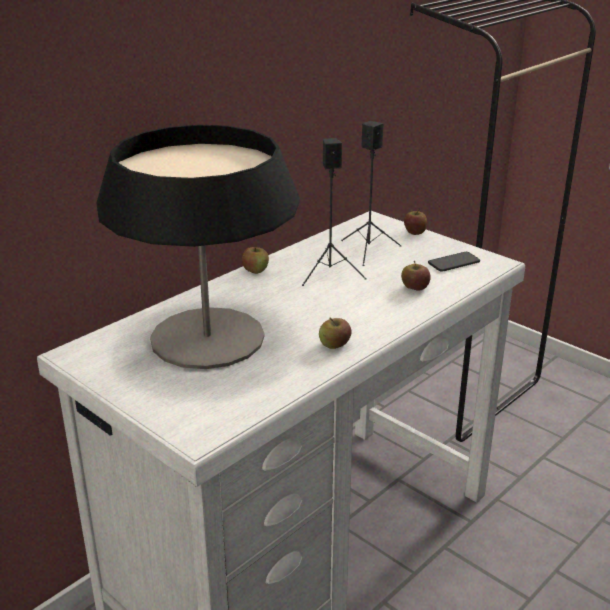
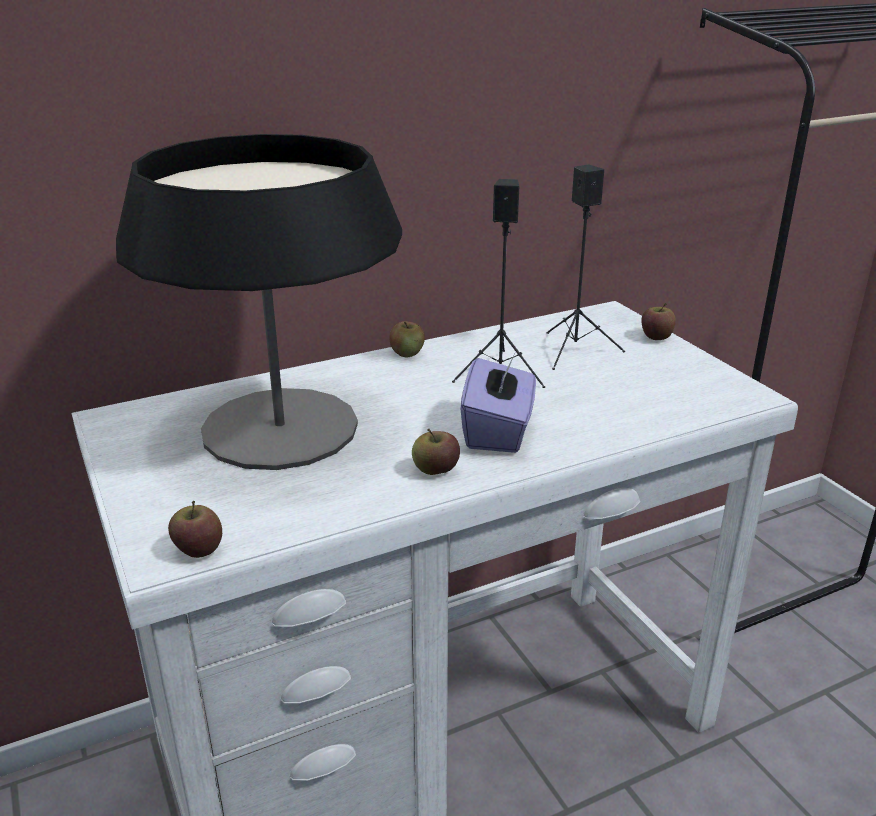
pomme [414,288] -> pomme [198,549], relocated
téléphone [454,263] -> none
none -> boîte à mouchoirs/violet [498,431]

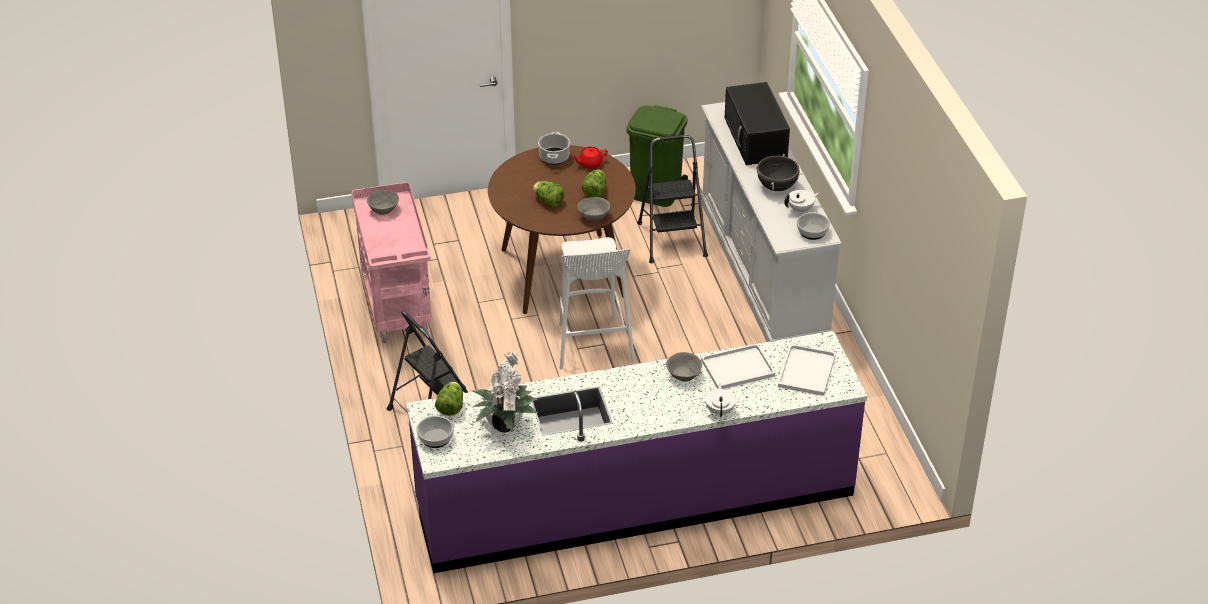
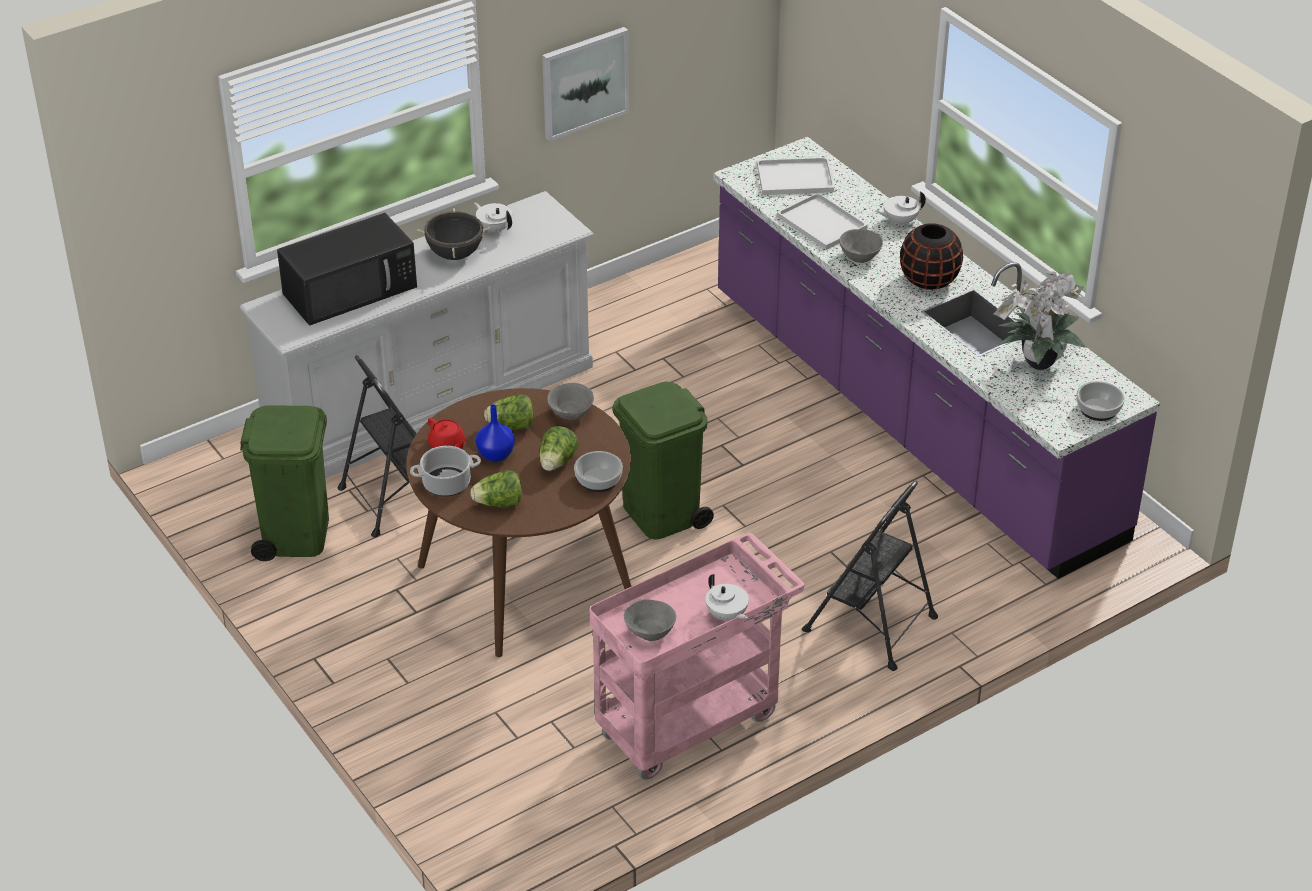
laitue [450,407] -> laitue [499,503], relocated
tabouret/blanc [592,345] -> poubelle/vert [662,514]
bol [812,231] -> bol [598,480], relocated
none -> vase/bleu [495,455]
none -> tableau [584,82]
none -> théière/blanc [726,615]
none -> vase/noir [929,280]

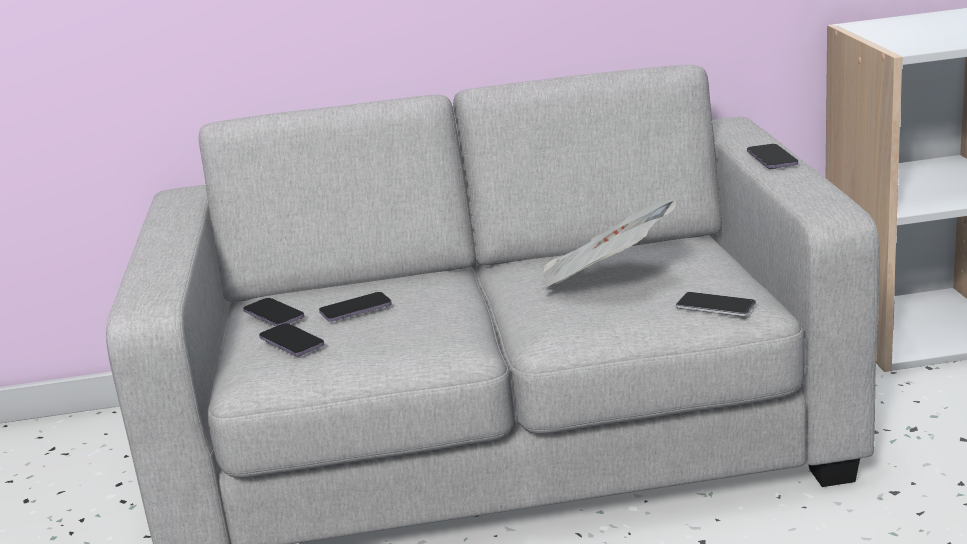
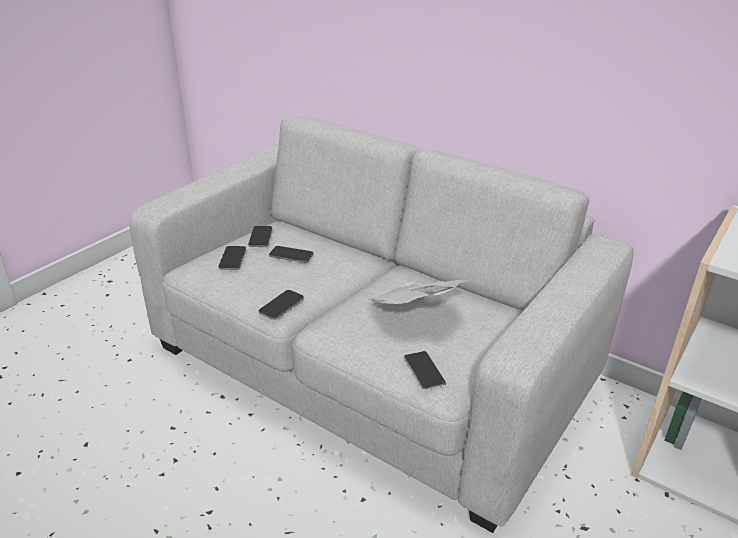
téléphone [772,159] -> téléphone [281,306], relocated

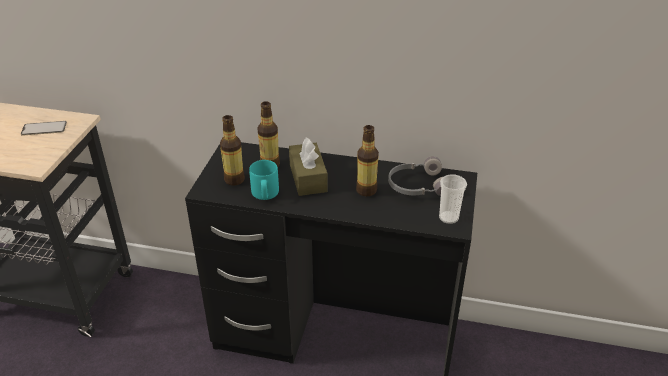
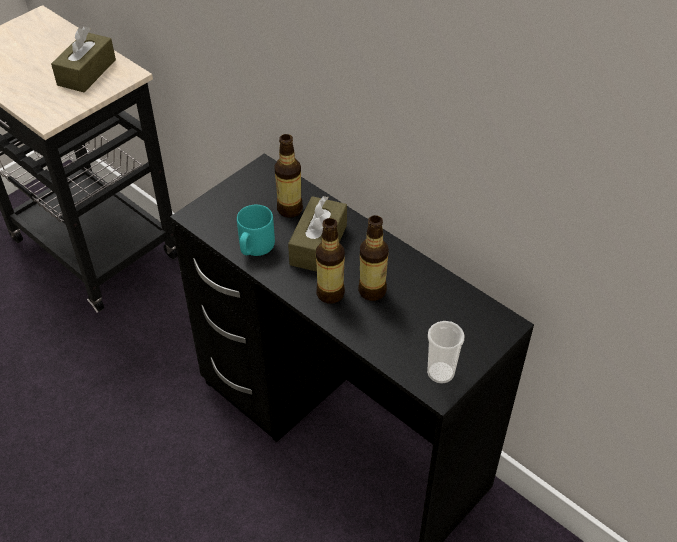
téléphone [44,128] -> boîte à mouchoirs/marron [87,72]
bouteille [234,179] -> bouteille [330,293], relocated
casque audio/gris [417,185] -> none

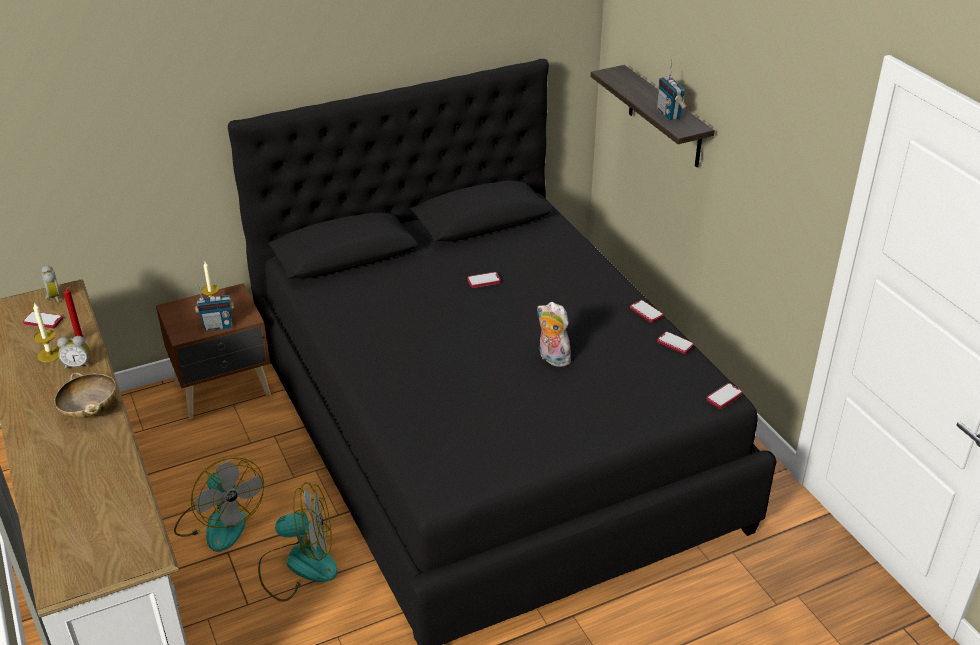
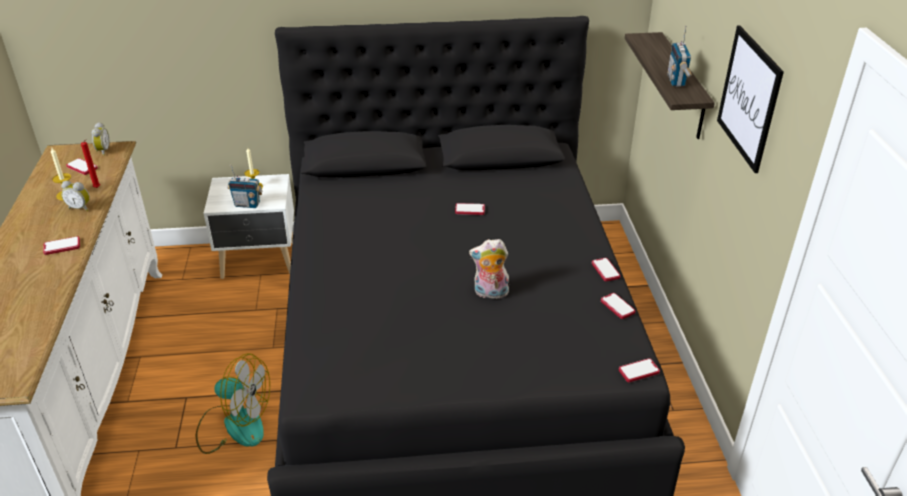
bol/beige [90,410] -> téléphone [62,246]
table de chevet/marron [224,390] -> table de chevet/blanc [260,262]
ventilateur [220,522] -> none
peluche [552,358] -> peluche [490,293], 60 degrees counterclockwise
none -> tableau [749,98]

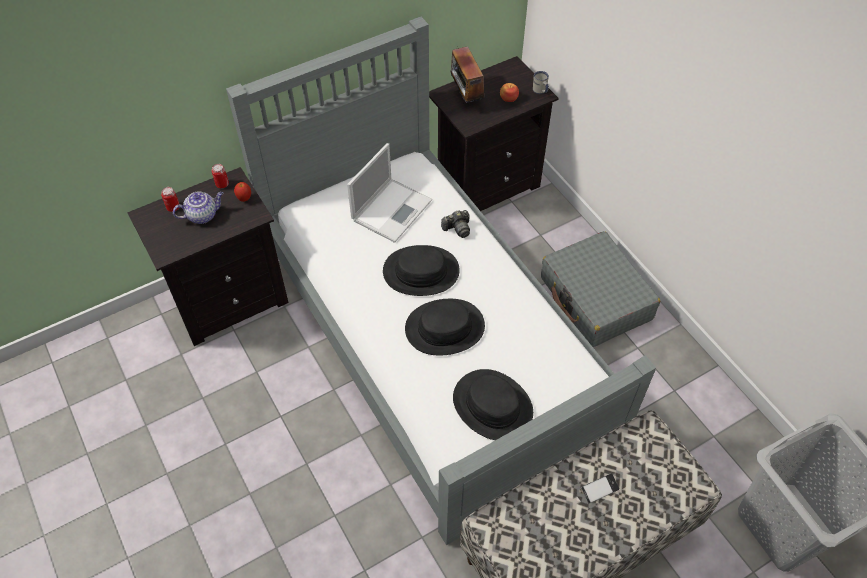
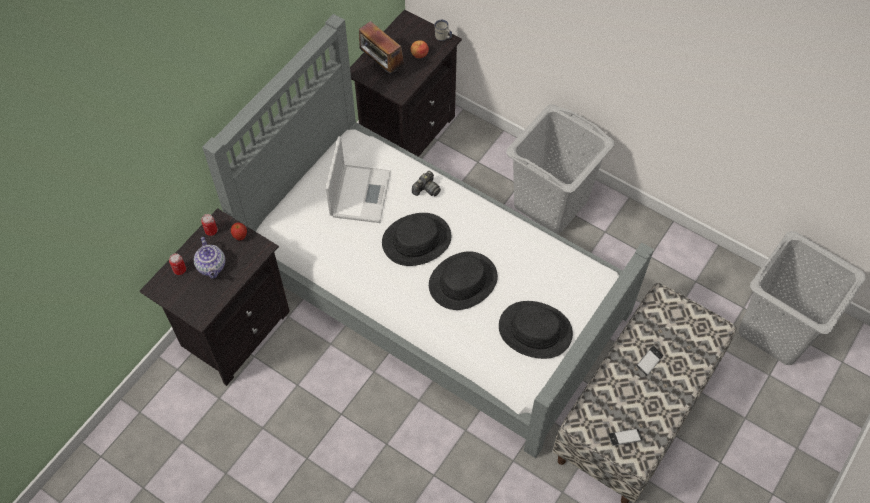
théière [203,215] -> théière [212,266], 120 degrees clockwise
valise/gris [595,299] -> panier à linge/gris [551,202]
none -> téléphone [625,438]

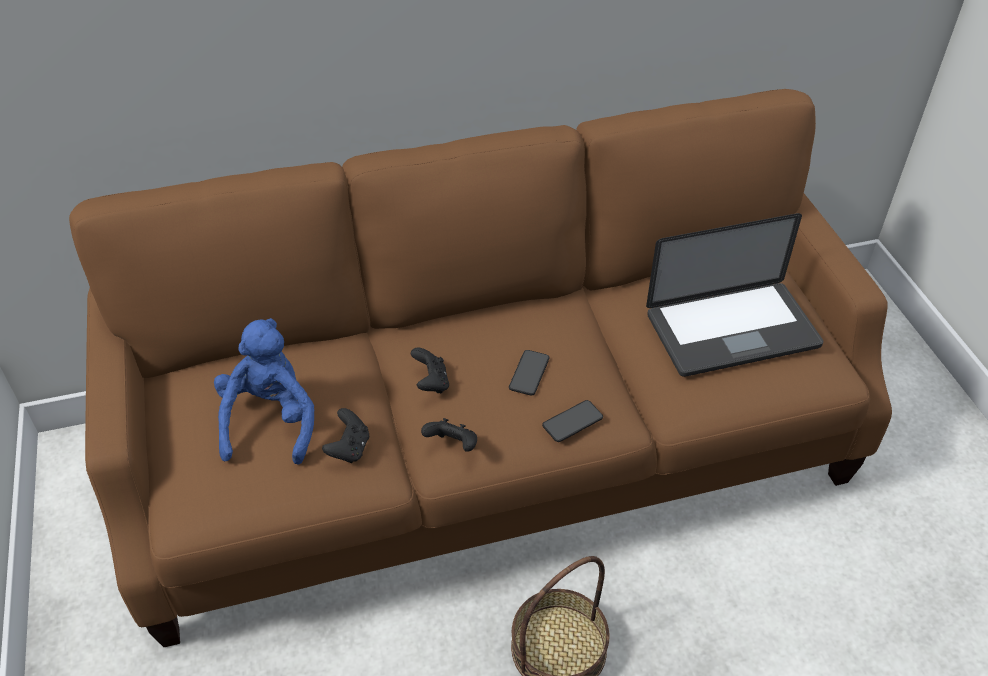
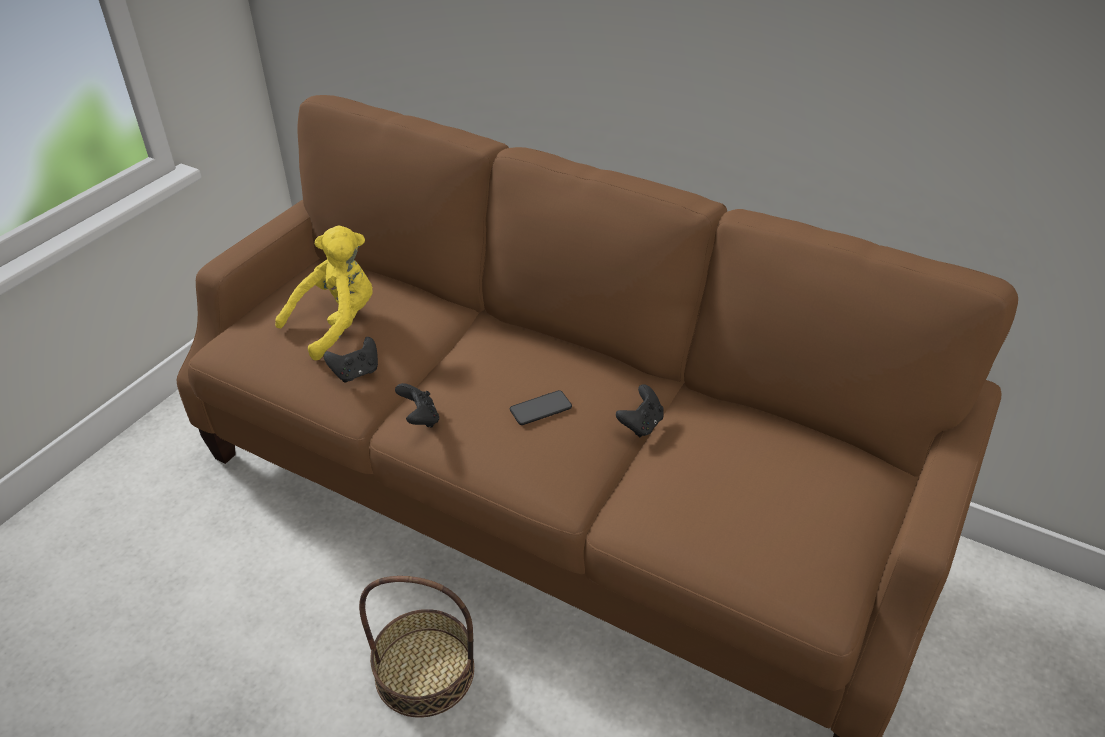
peluche/bleu [270,421] -> peluche/jaune [337,324]
manette/noir [431,383] -> manette/noir [641,424], relocated
téléphone [572,422] -> none
ordinateur portable [732,330] -> none

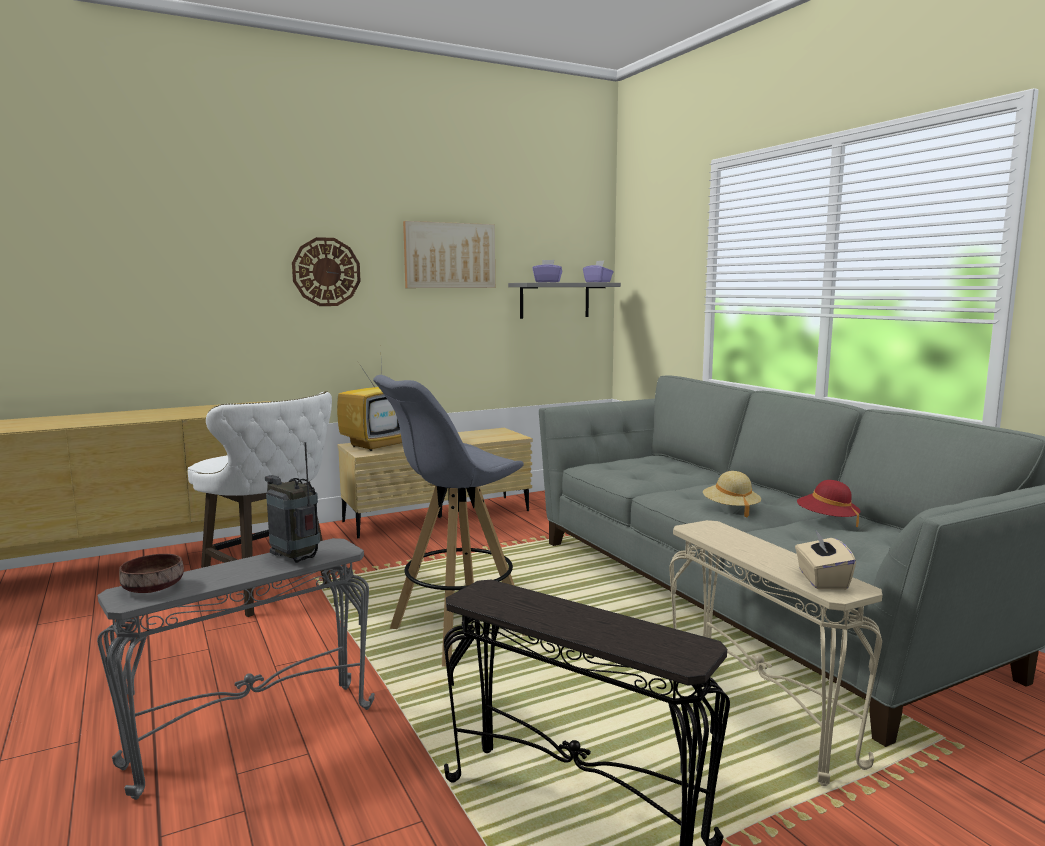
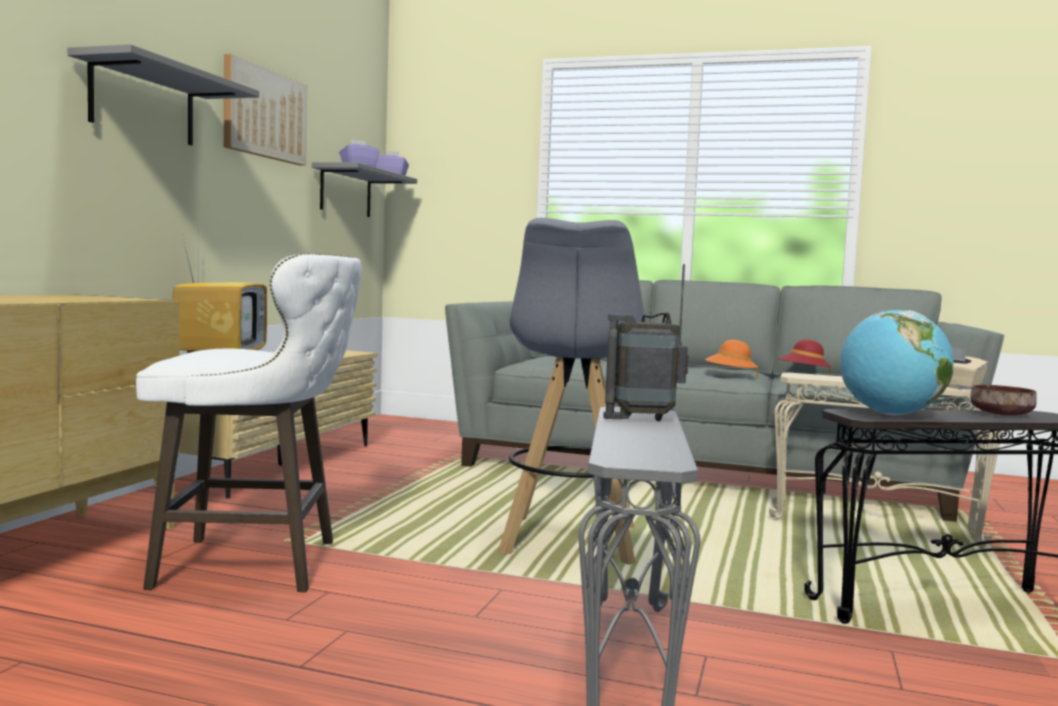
bol/marron [151,588] -> bol/marron [1001,415], relocated
horloge murale [326,272] -> étagère/gris [143,103]
chapeau/beige [730,509] -> chapeau/orange [730,376]
none -> globe [891,414]

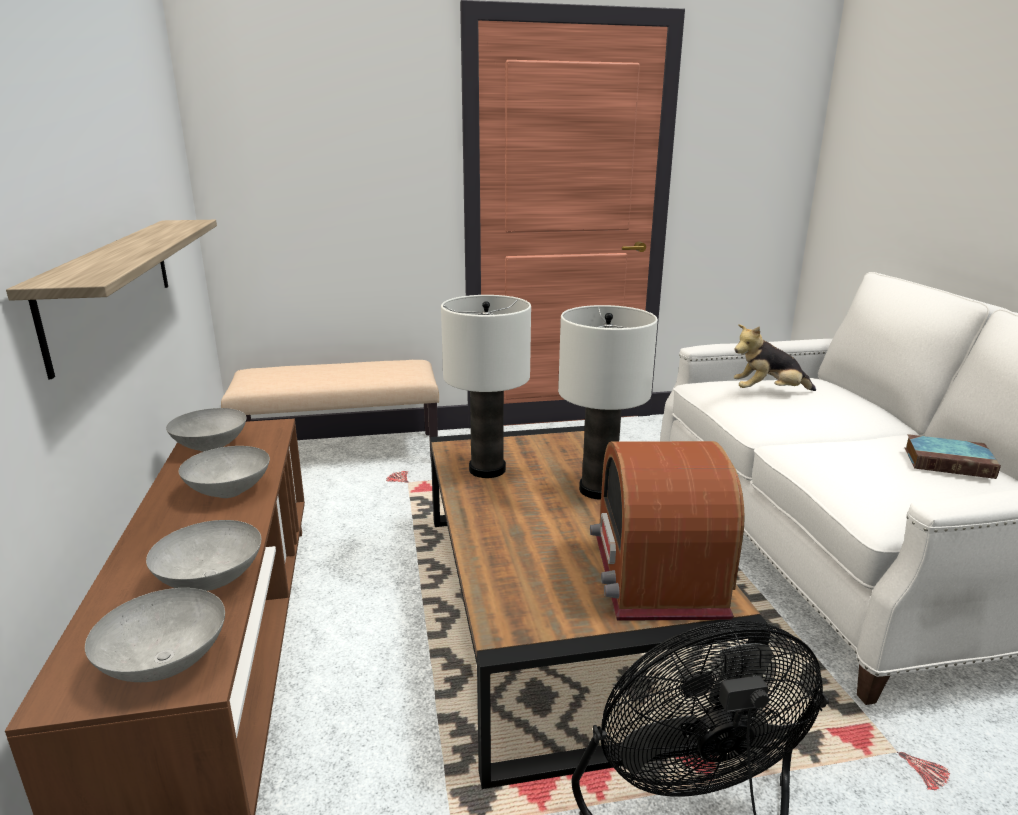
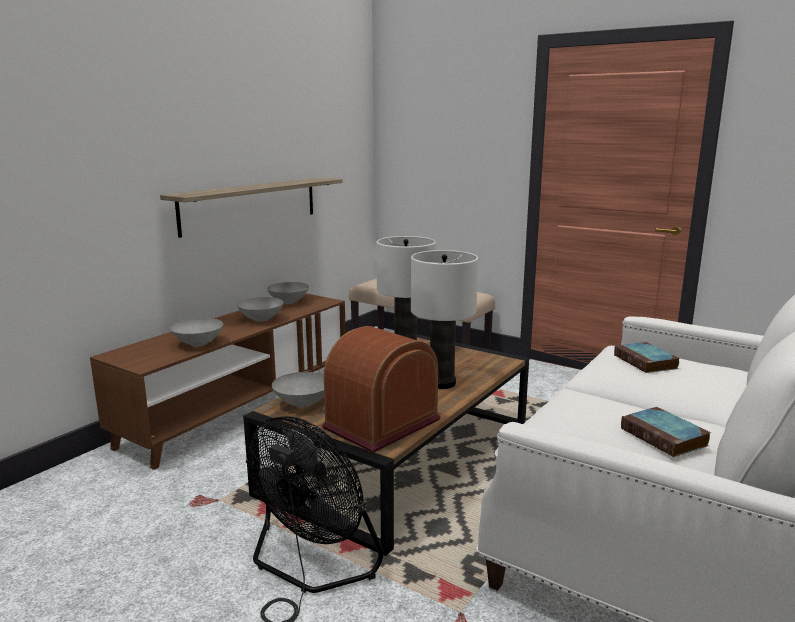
bol/gris [168,664] -> bol/gris [303,403], relocated
peluche [768,392] -> livre [646,362]

